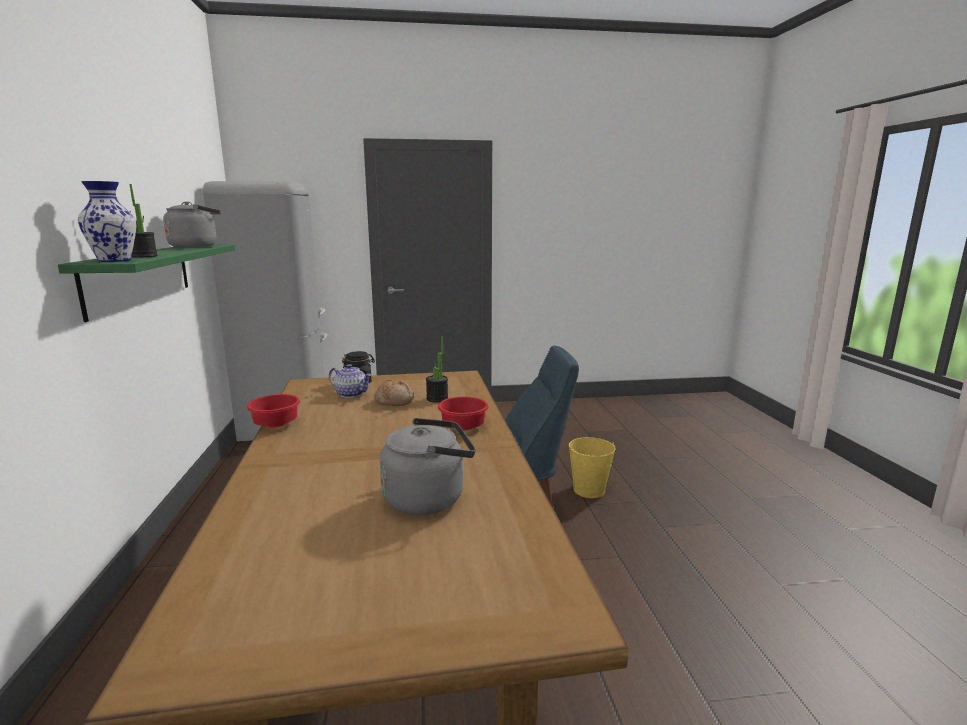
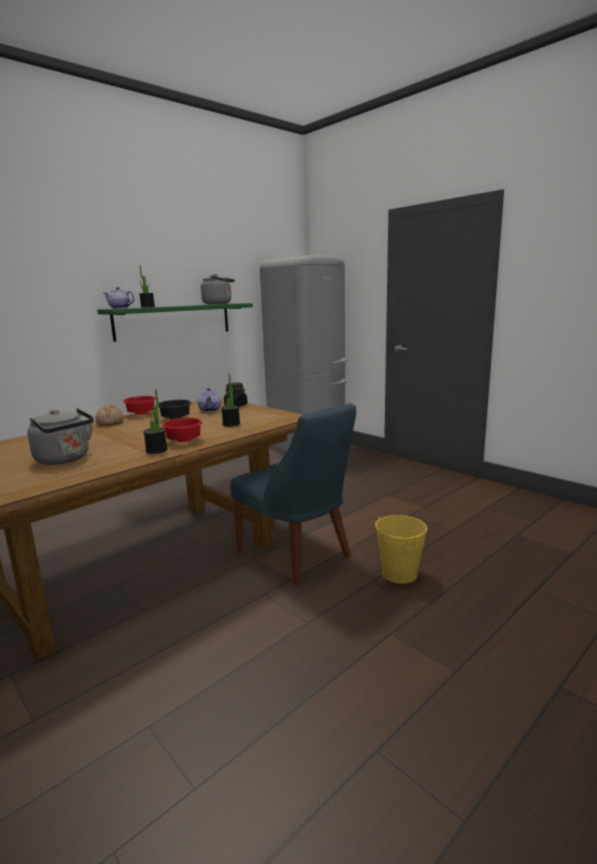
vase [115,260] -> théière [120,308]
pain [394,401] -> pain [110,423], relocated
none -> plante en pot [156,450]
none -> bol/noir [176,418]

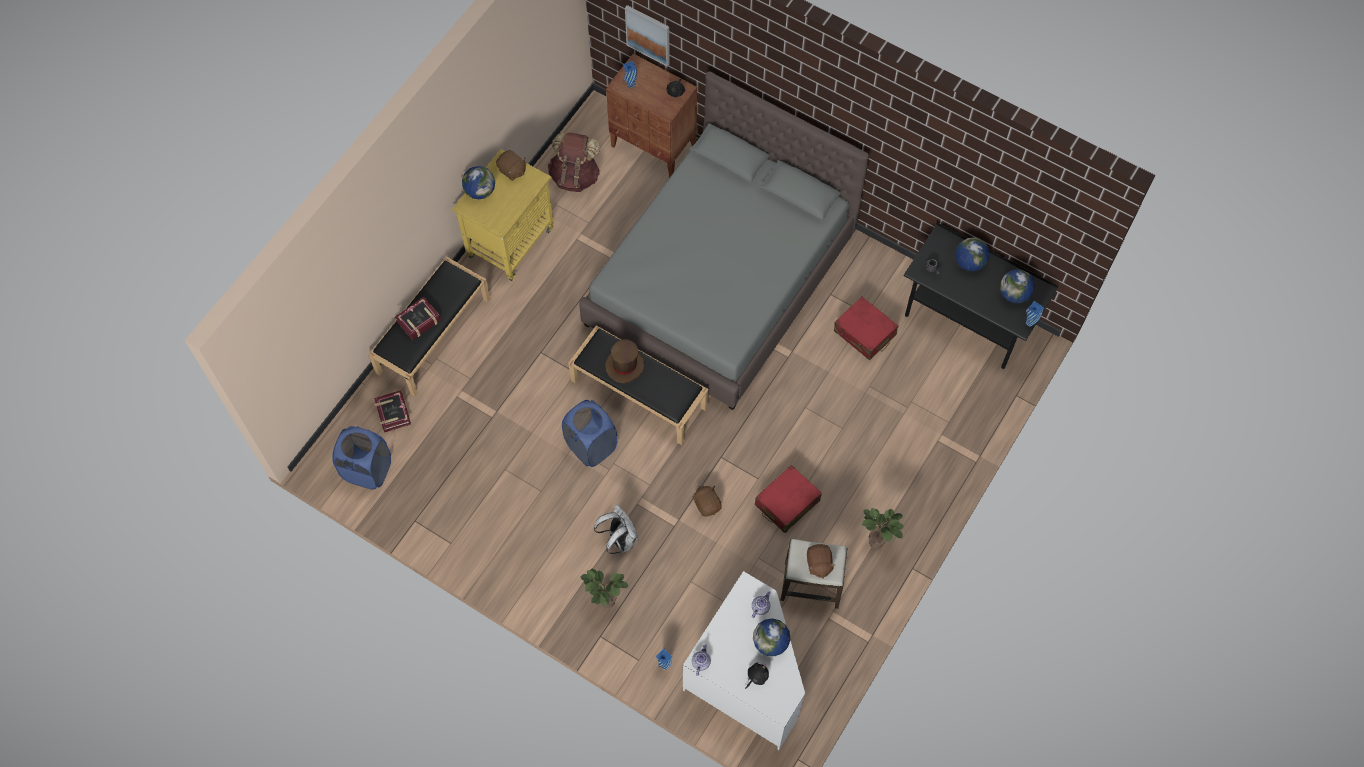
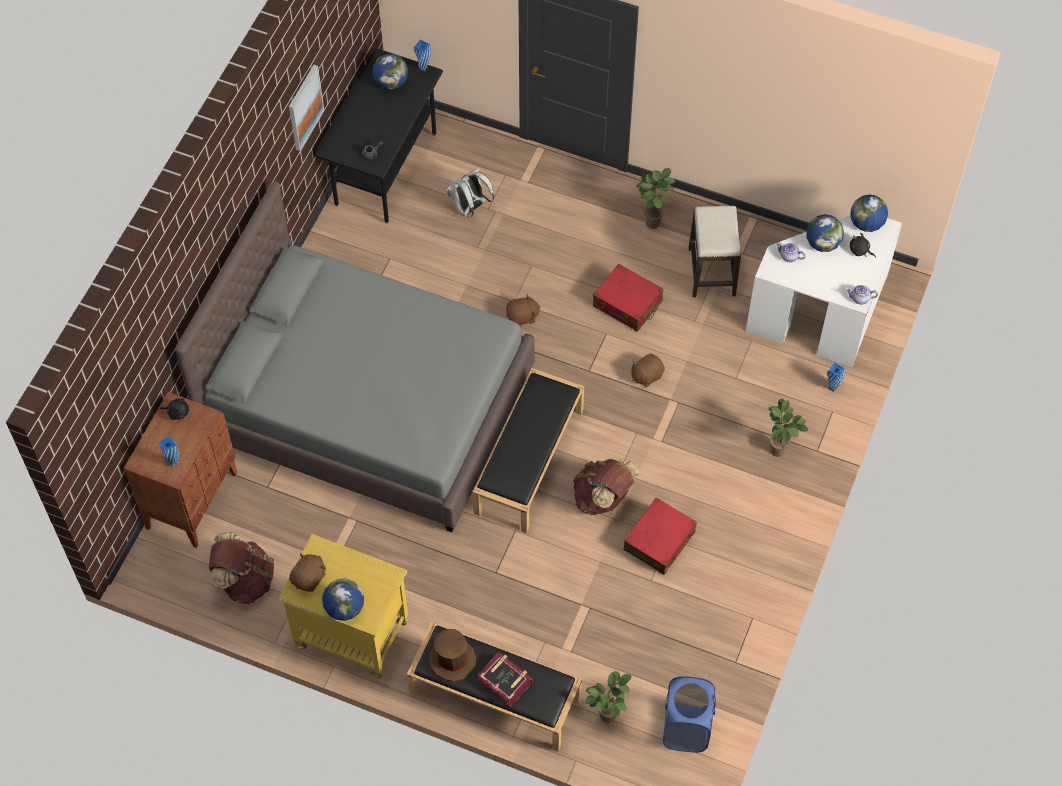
livre [393,413] -> plante en pot [607,718]
panier à linge/bleu [591,446] -> sac à dos/marron [603,498]
sac à dos/blanc [619,539] -> sac à dos/blanc [470,208], relocated
chapeau/marron [625,366] -> chapeau/marron [452,659], relocated
tableau [648,34] -> tableau [304,107], relocated
peluche/marron [818,564] -> peluche/marron [522,317], relocated
valise/rouge [864,333] -> valise/rouge [659,541], relocated
globe [969,262] -> globe [866,224], relocated

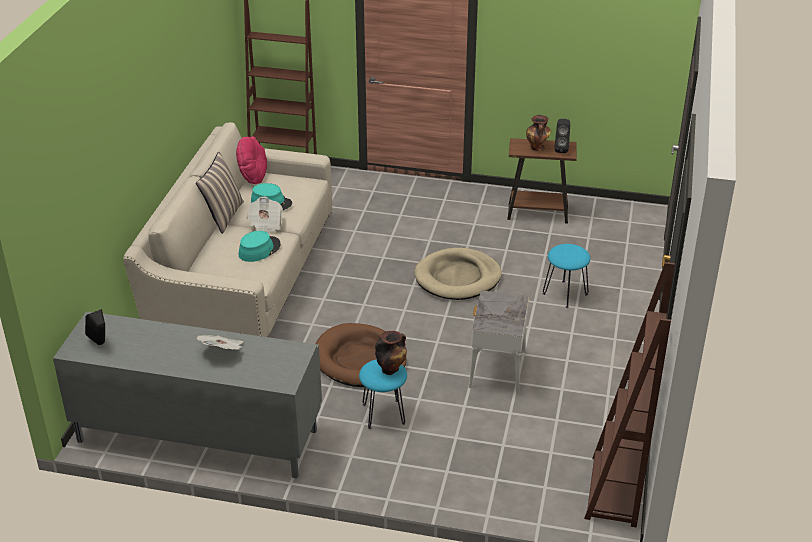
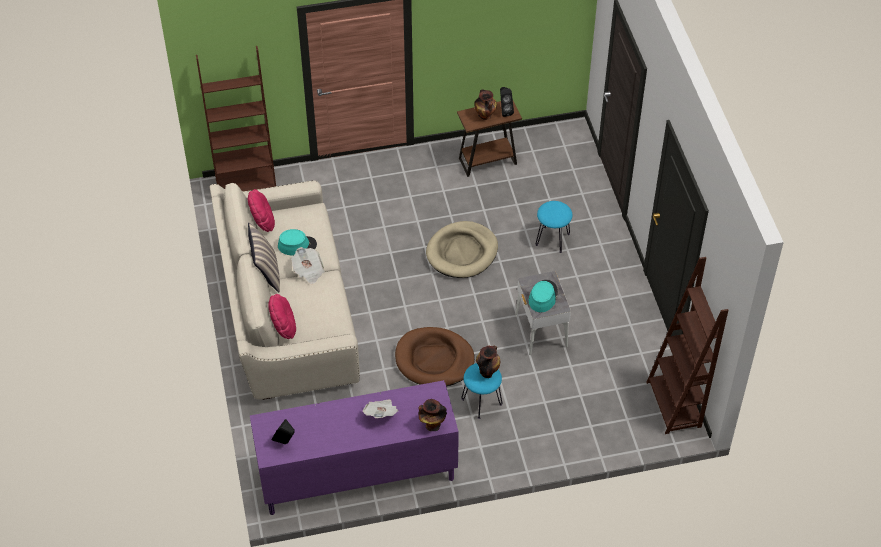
meuble de rangement/gris [198,433] -> meuble de rangement/violet [356,471]
chapeau/turquoise [259,249] -> chapeau/turquoise [543,296], relocated
none -> coussin/rose [283,328]
none -> vase [432,425]

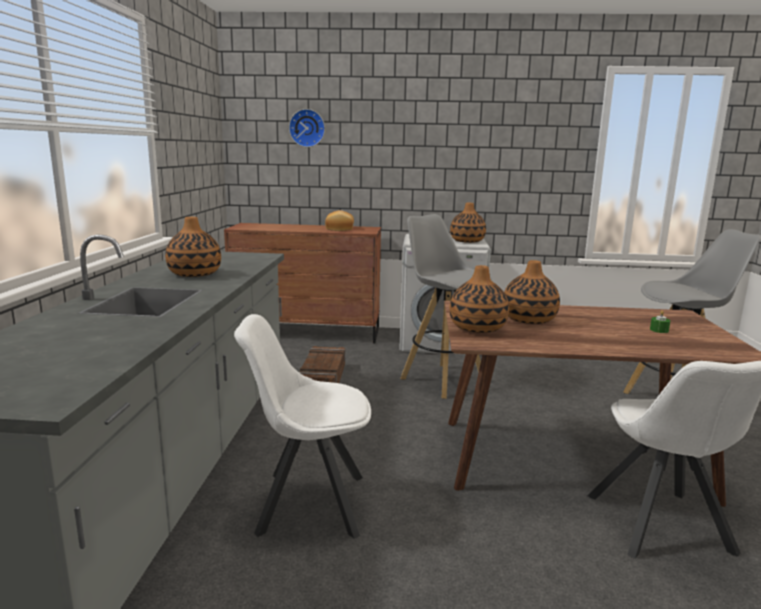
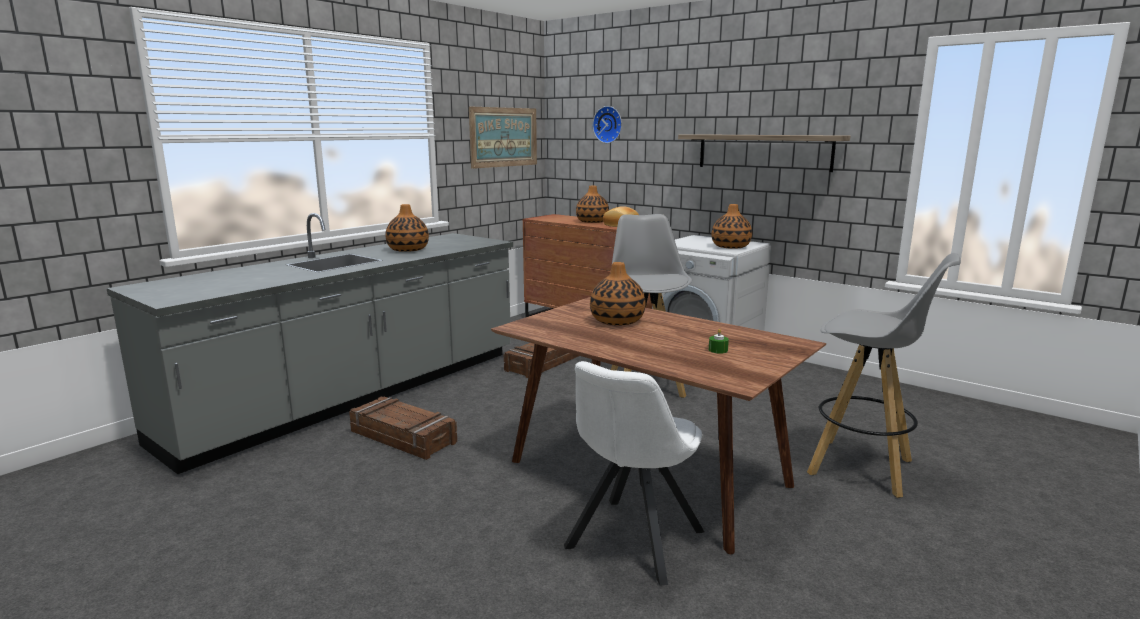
chaise/blanc [308,503] -> caisse [404,437]
vase [477,328] -> vase [592,222], relocated
none -> tableau [504,137]
none -> étagère [763,152]

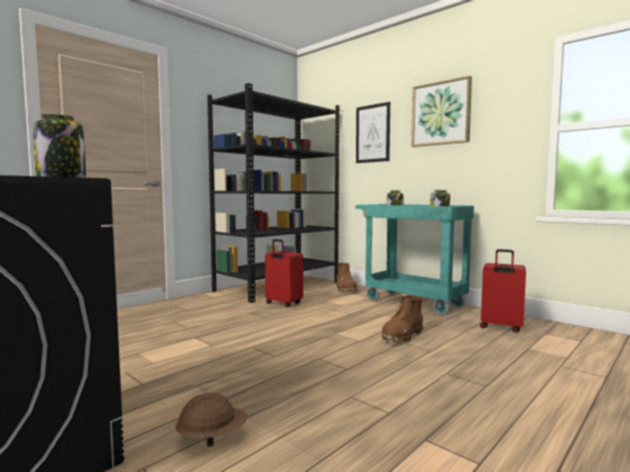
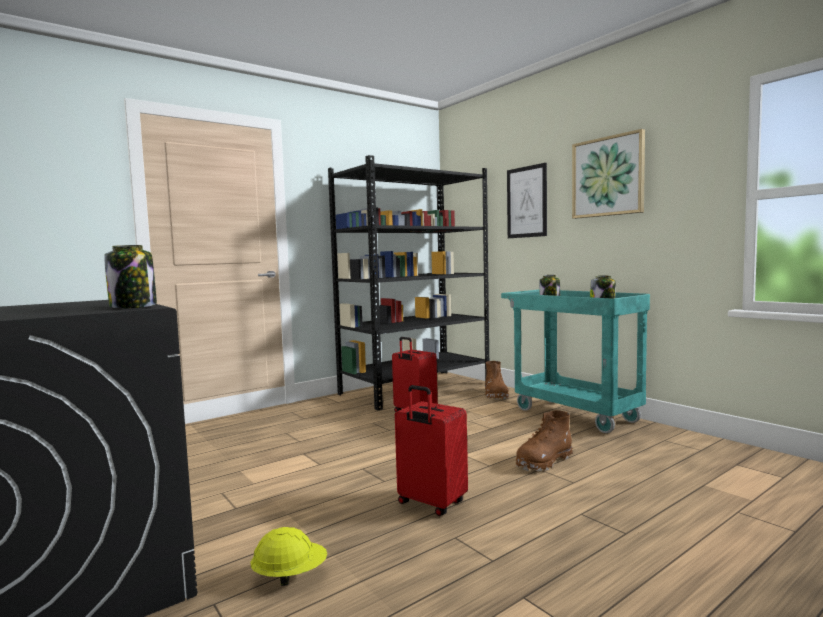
casque de chantier/marron [212,438] -> casque de chantier/jaune [290,576]
valise/rouge [500,327] -> valise/rouge [430,504], relocated

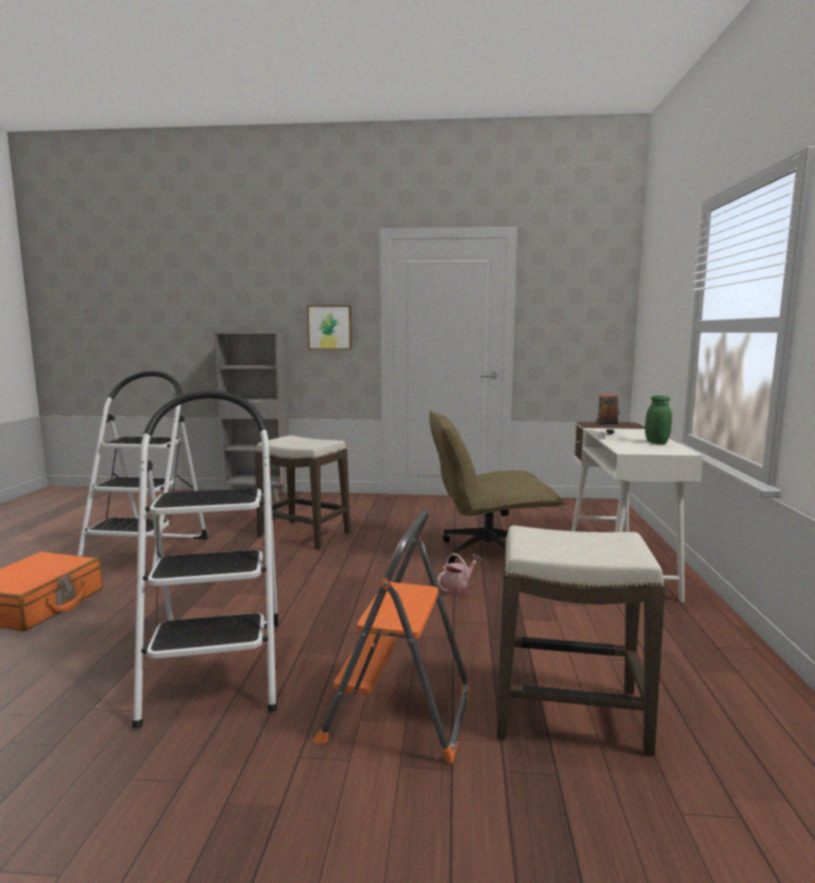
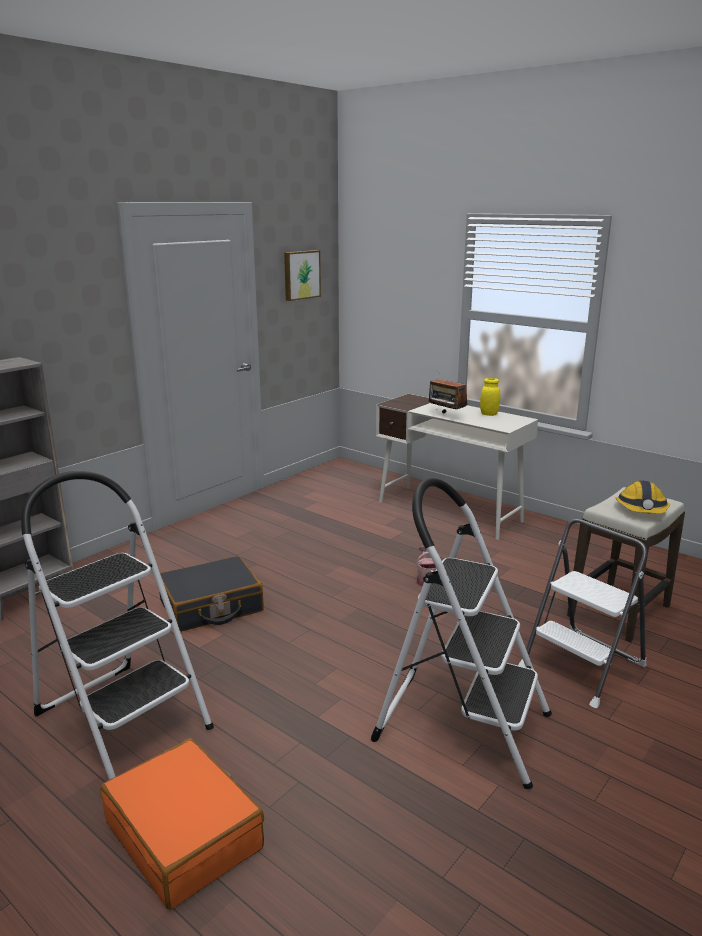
tabouret [304,535] -> valise/noir [211,606]
tableau [330,327] -> tableau [301,275], relocated
escabeau/orange [404,715] -> escabeau/blanc [586,664]
chaise de bureau/beige [489,552] -> none
bocal/vert [656,442] -> bocal/jaune [489,414]
none -> casque de chantier [642,510]

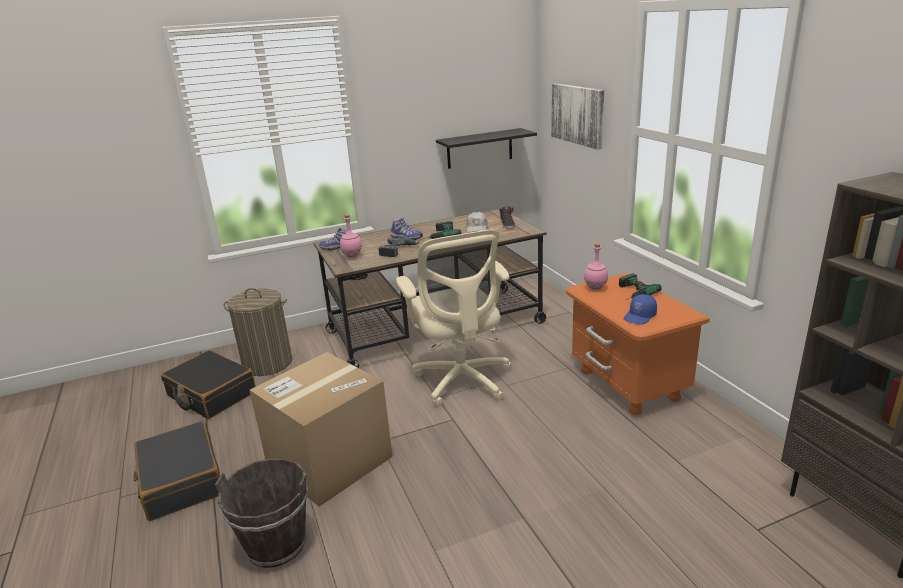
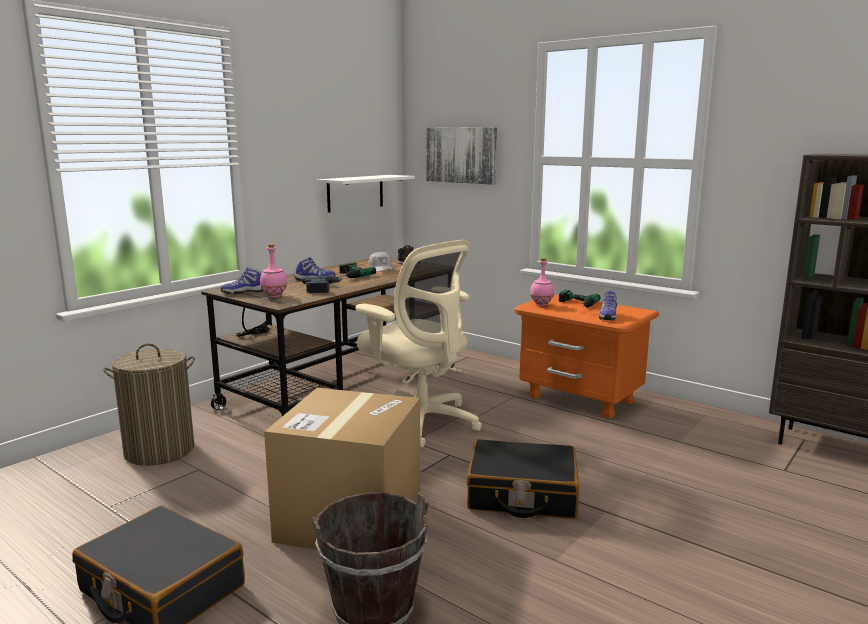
valise/noir [211,394] -> valise/noir [522,494], relocated
étagère/noir [479,148] -> étagère/blanc [355,193]
casquette/bleu [640,317] -> chaussure [607,316]

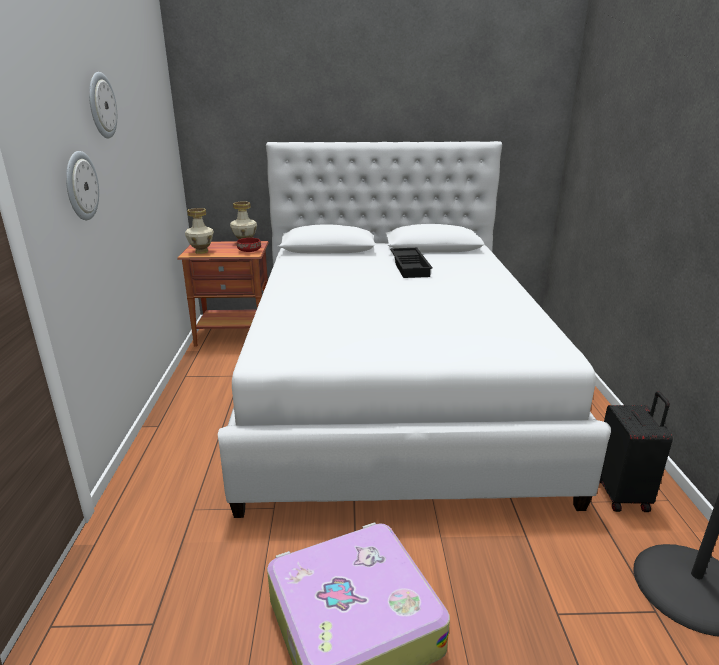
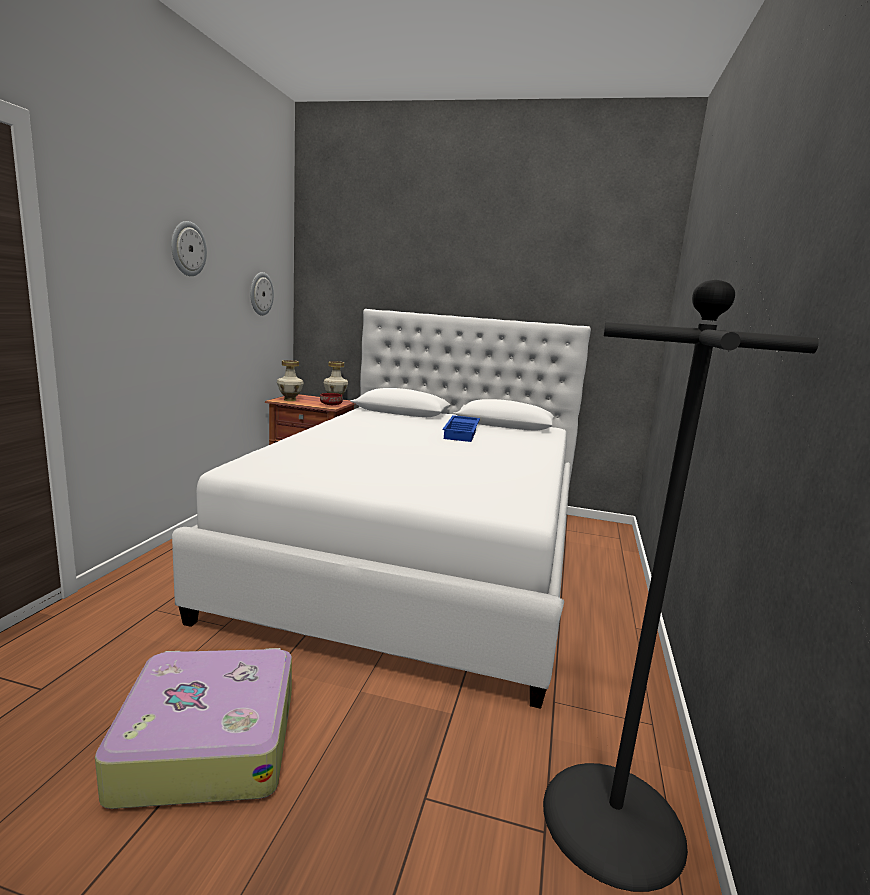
horloge murale [80,186] -> horloge murale [260,294], relocated
plateau/noir [411,267] -> plateau/bleu [462,433]
valise/noir [622,494] -> none

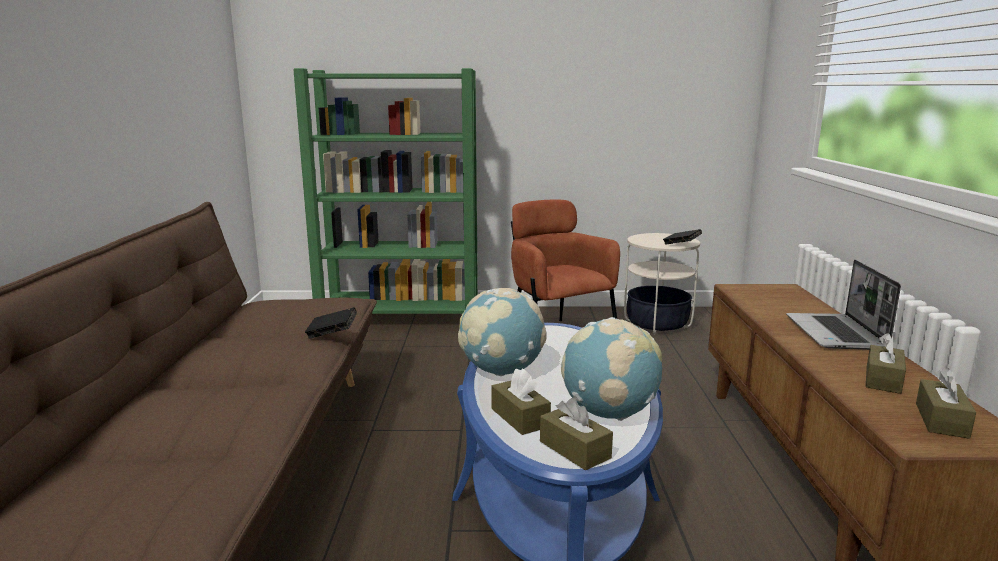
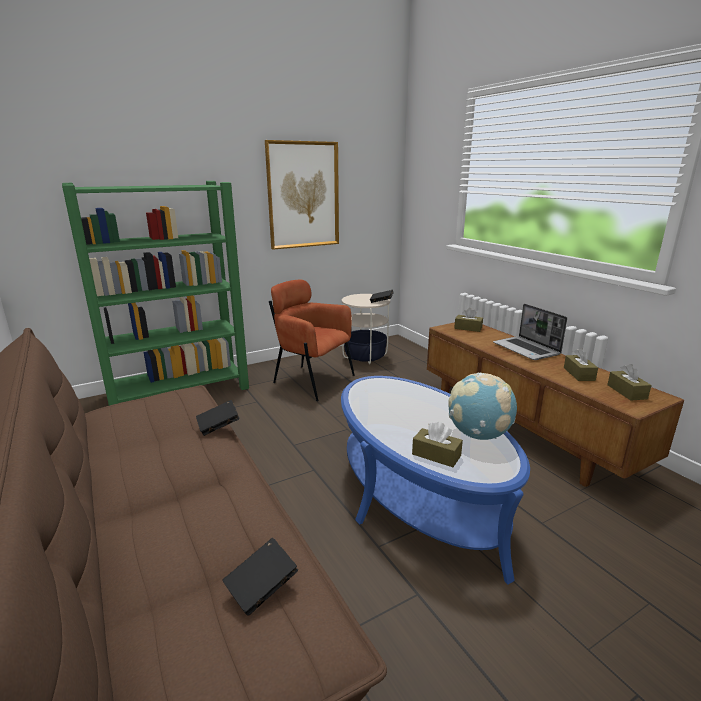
globe [502,371] -> none
boîte à mouchoirs/marron [574,450] -> boîte à mouchoirs/marron [468,328], relocated
none -> livre/noir [261,588]
none -> tableau [303,195]

